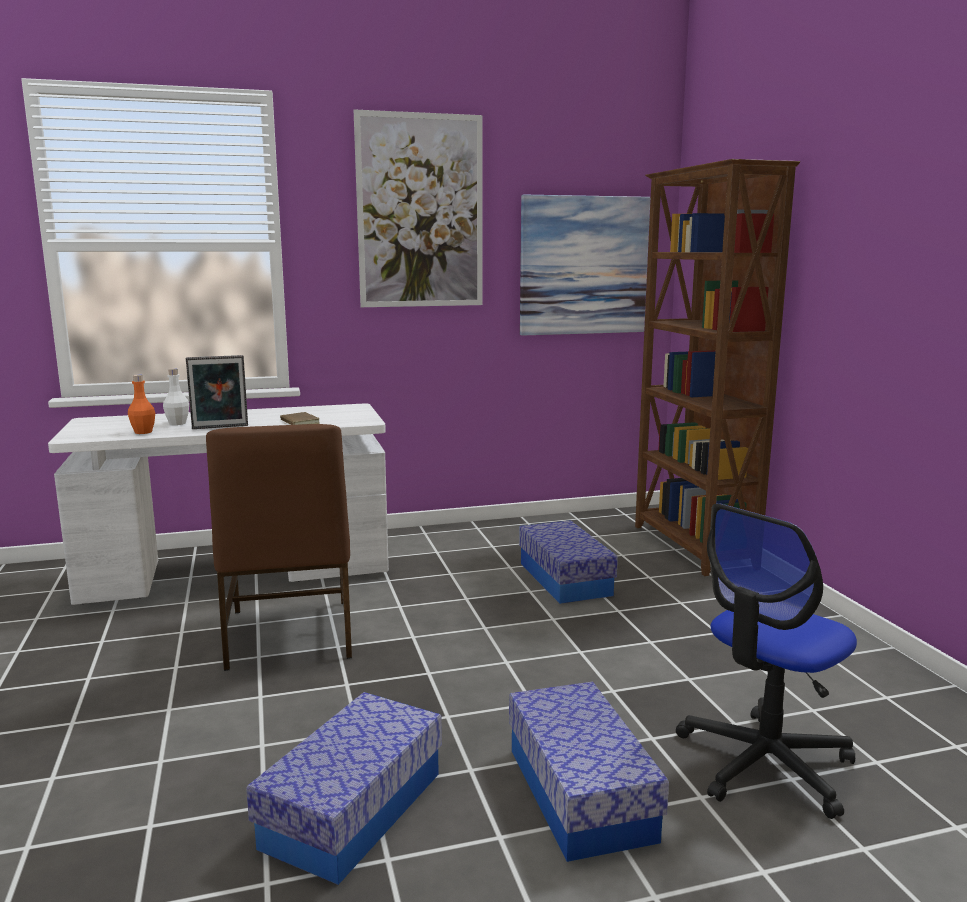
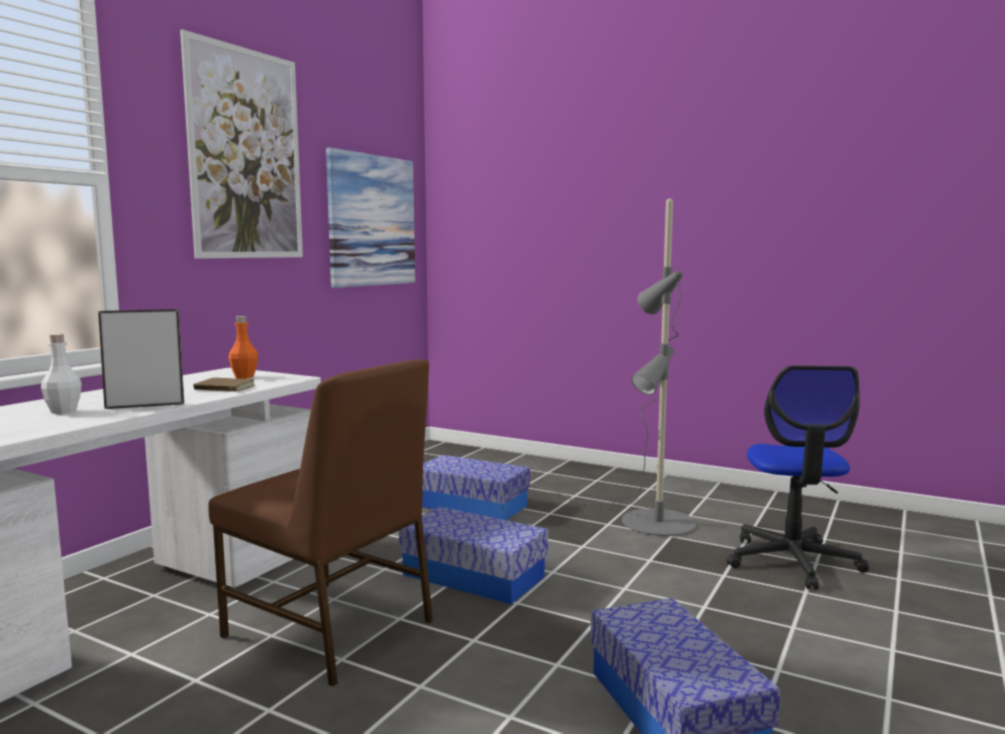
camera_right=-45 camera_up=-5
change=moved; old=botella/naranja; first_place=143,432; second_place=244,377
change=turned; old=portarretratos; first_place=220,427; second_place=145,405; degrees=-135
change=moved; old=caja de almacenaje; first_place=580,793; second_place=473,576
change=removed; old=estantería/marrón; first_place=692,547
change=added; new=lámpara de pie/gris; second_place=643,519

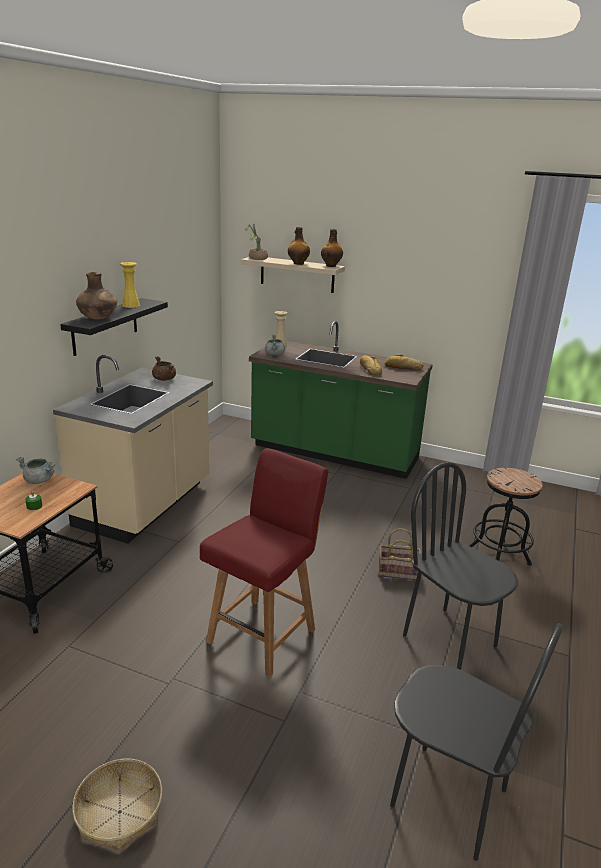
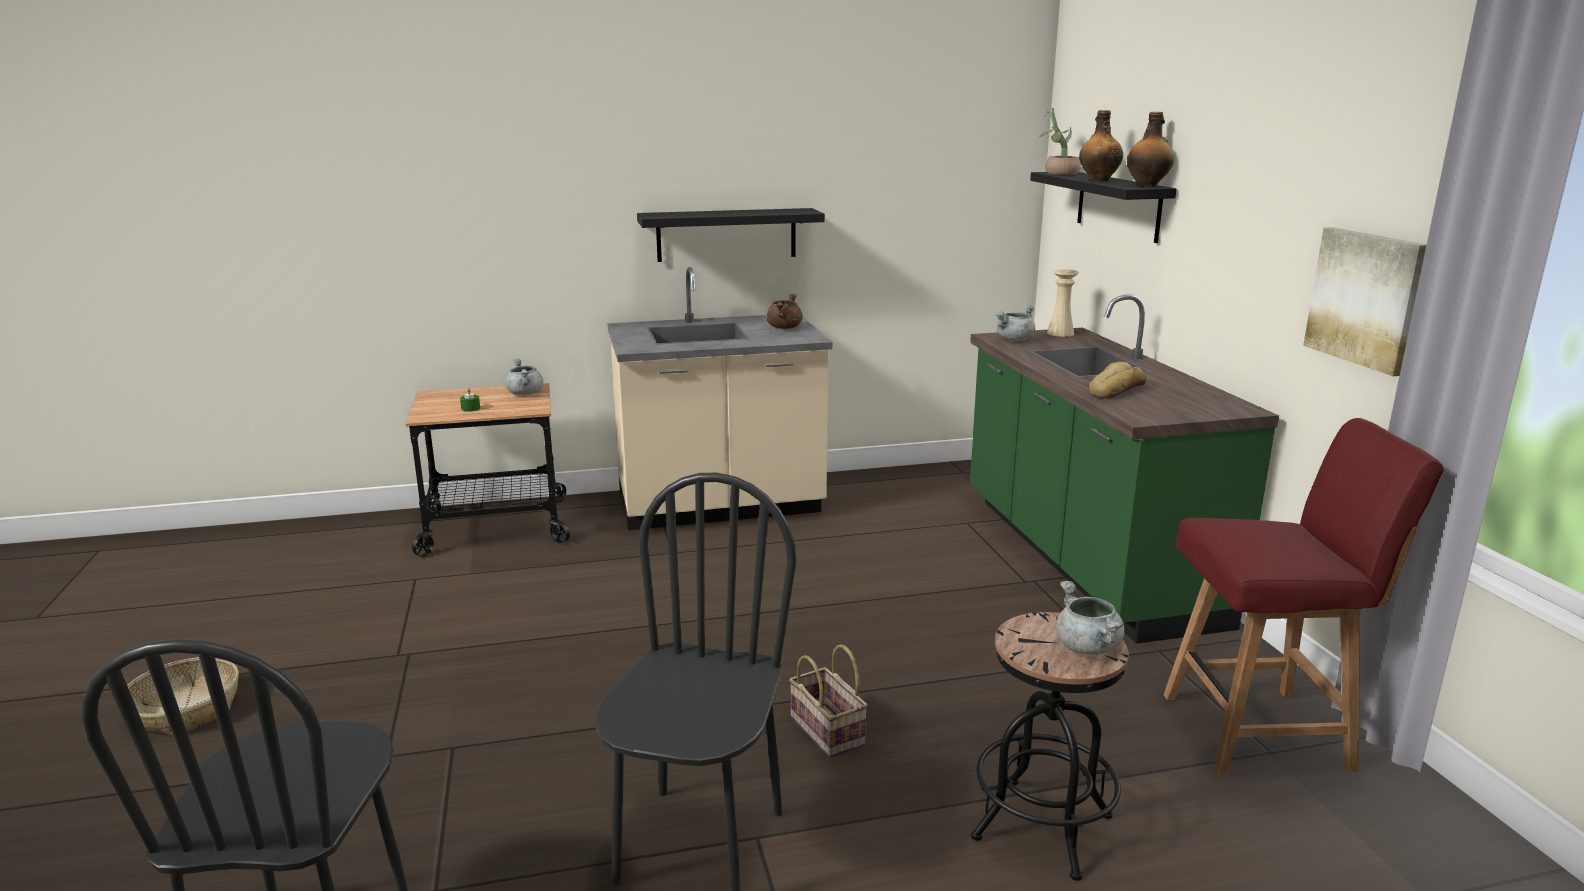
camera_right=55 camera_up=-5
change=removed; old=florero/marrón; first_place=98,318
change=removed; old=florero/amarillo; first_place=131,305
change=moved; old=silla/rojo; first_place=263,634; second_place=1260,731
change=recoloured; old=estante/beis; new=estante/negro; first_place=297,274; second_place=1118,205
change=removed; old=pan; first_place=403,367
change=added; new=olla/gris; second_place=1088,648
change=added; new=cuadro; second_place=1366,298

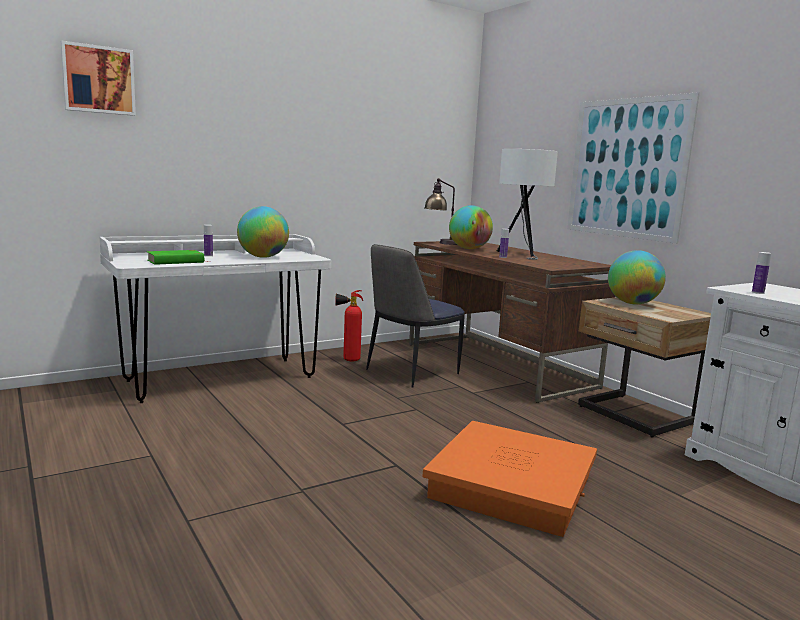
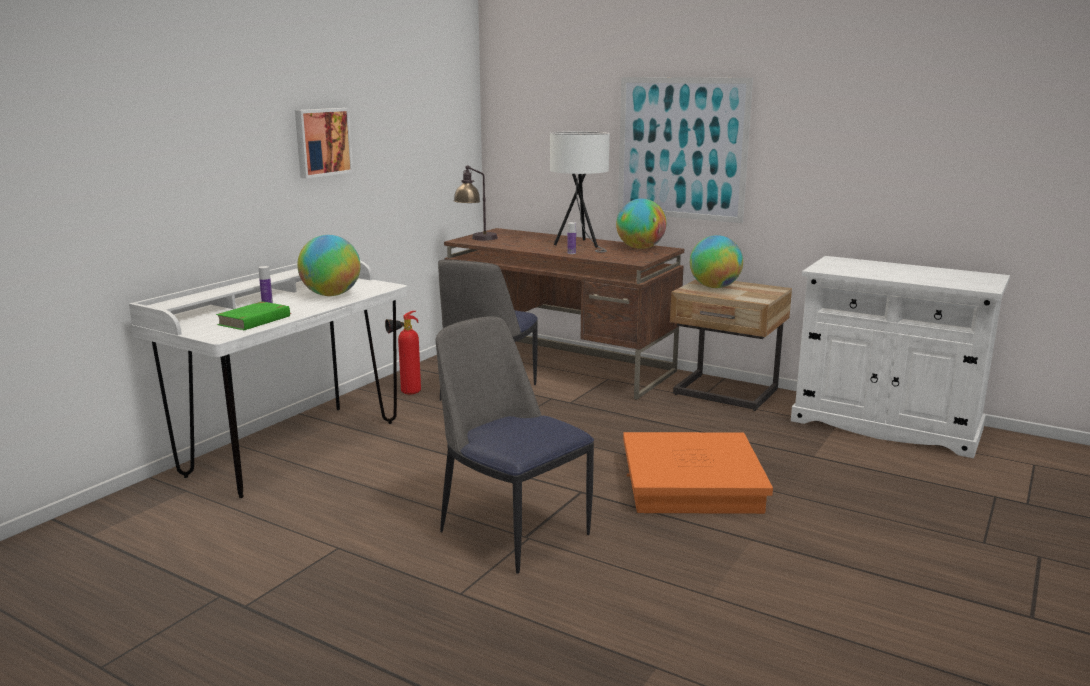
camera_right=-25 camera_up=5
change=moved; old=cuadro; first_place=98,80; second_place=322,142
change=moved; old=globo terráqueo; first_place=469,249; second_place=640,248
change=removed; old=botella; first_place=758,292
change=added; new=silla; second_place=512,530

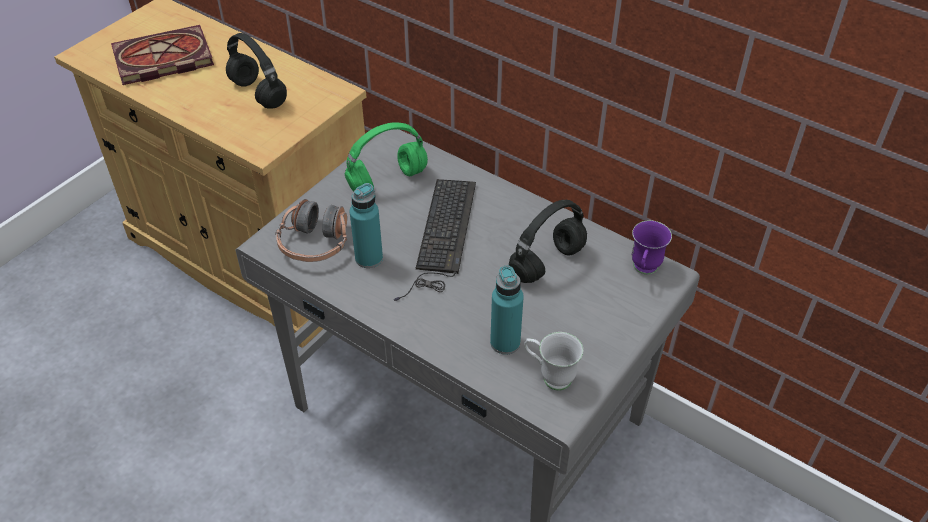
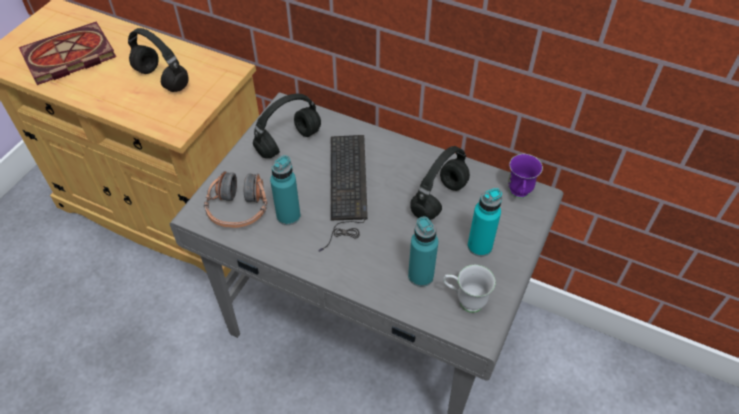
camera_right=-10 camera_up=5
change=recoloured; old=auriculares/verde; new=auriculares/negro; first_place=388,179; second_place=289,142
change=added; new=botella/turquesa; second_place=479,246

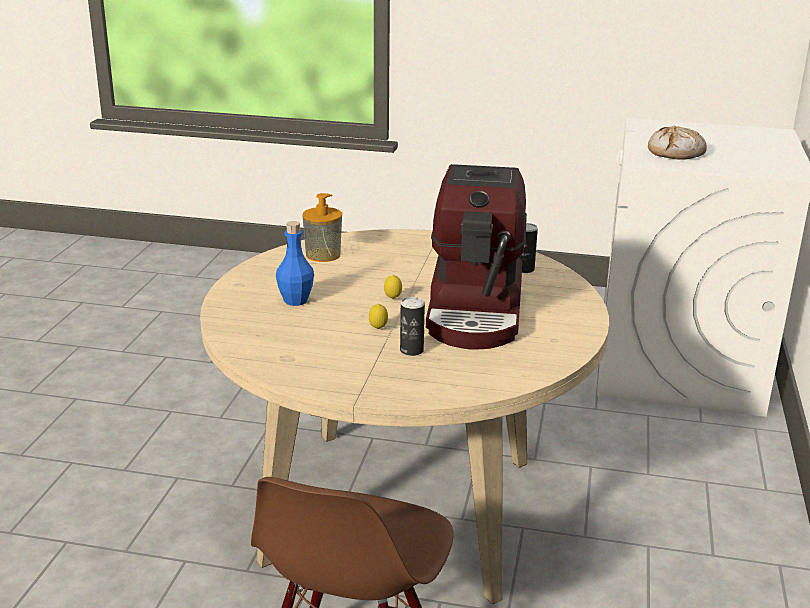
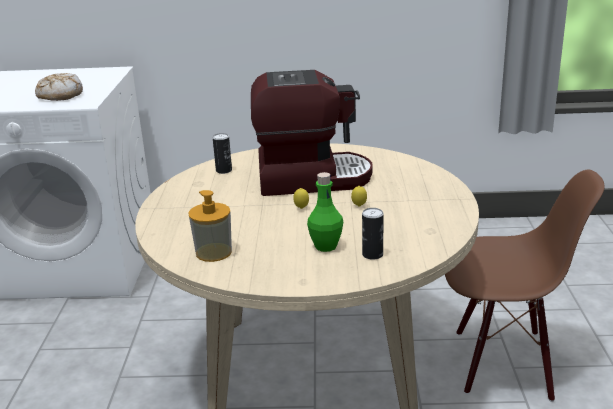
camera_right=-100 camera_up=0
change=recoloured; old=botella/azul; new=botella/verde; first_place=295,300; second_place=326,246
change=moved; old=lata; first_place=411,350; second_place=372,254

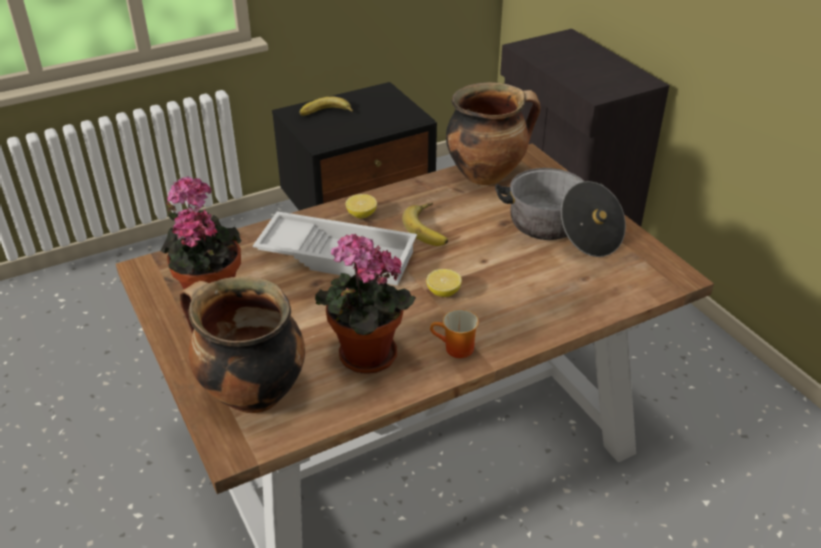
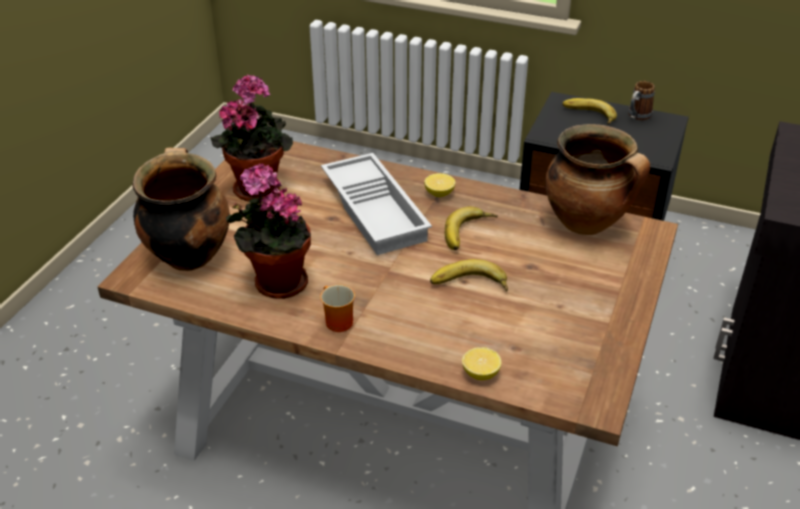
camera_right=50 camera_up=0
change=moved; old=limón; first_place=443,292; second_place=480,374
change=removed; old=olla; first_place=561,229
change=added; new=plátano; second_place=469,285
change=added; new=taza grande; second_place=637,117

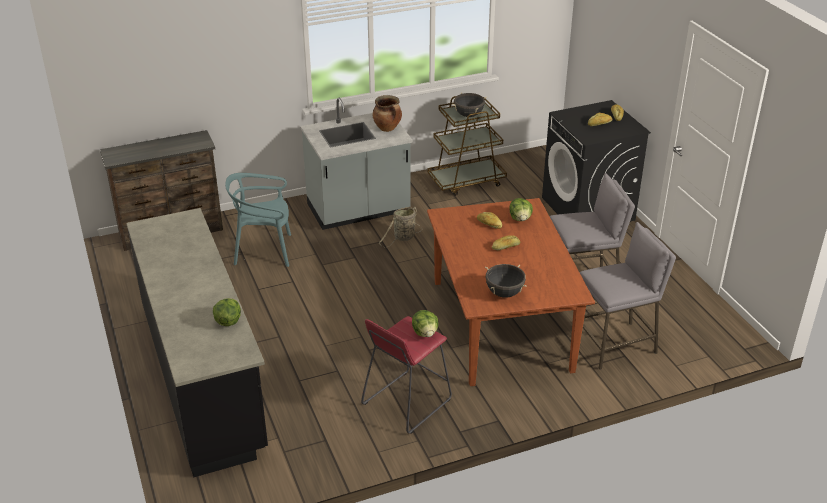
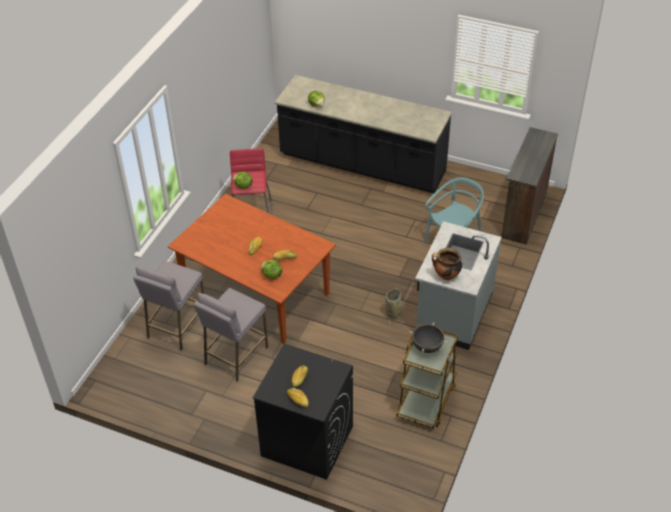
camera_right=135 camera_up=10
change=removed; old=olla/negro; first_place=504,293

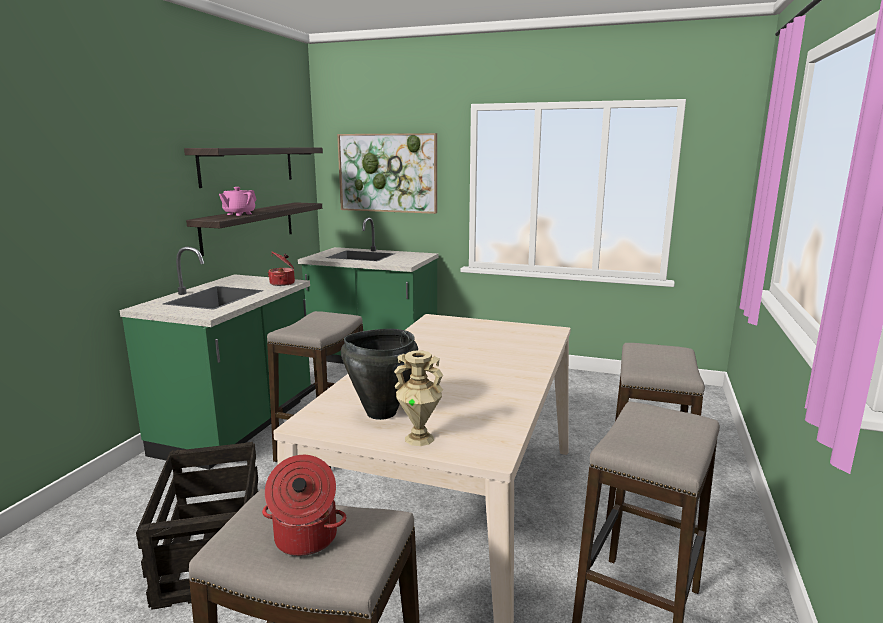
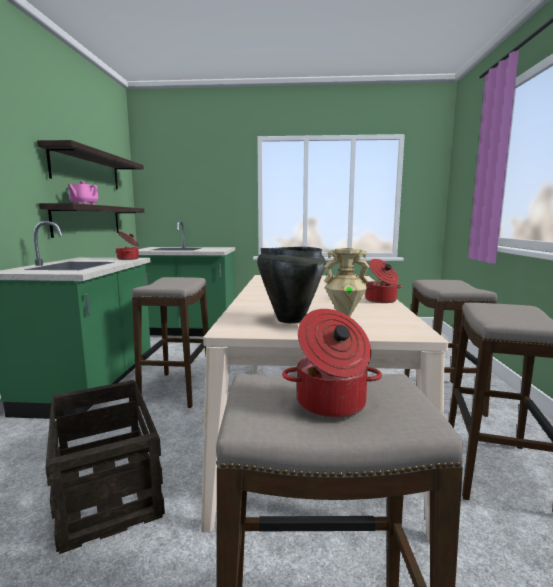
camera_right=-15 camera_up=-5
change=removed; old=cuadro; first_place=388,173
change=added; new=olla; second_place=381,300

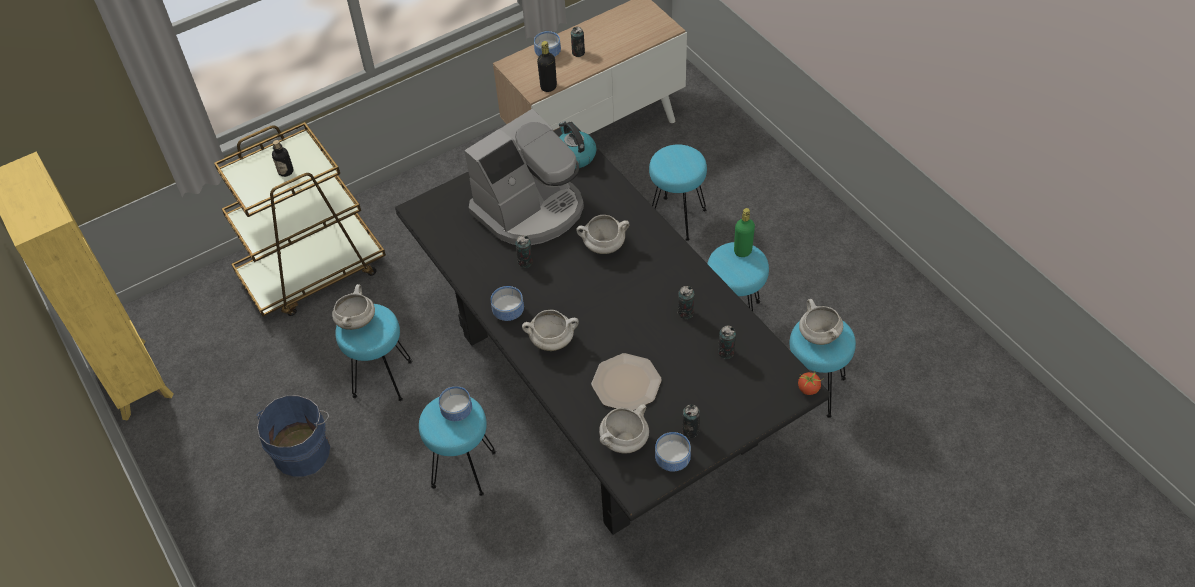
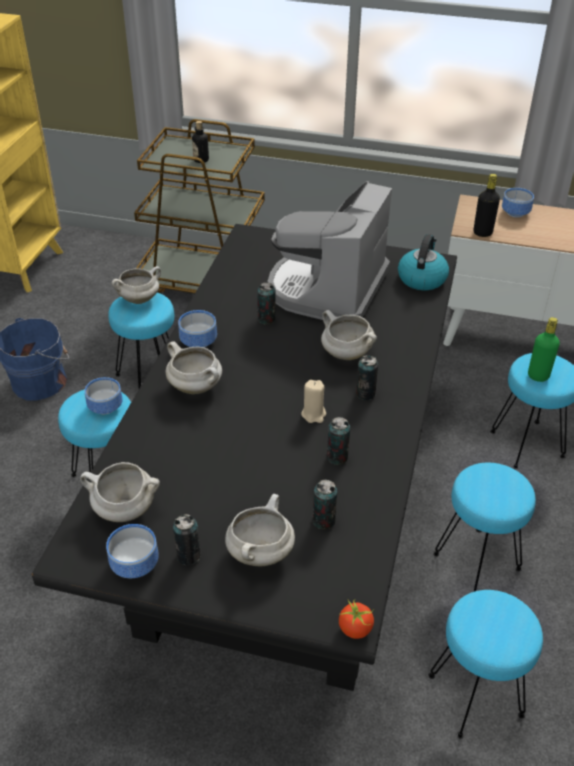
camera_right=45 camera_up=-10
change=turned; old=cafetera; first_place=530,210; second_place=327,289; degrees=105
change=moved; old=lata; first_place=578,53; second_place=365,394
change=removed; old=plato; first_place=626,382
change=moved; old=botella/verde; first_place=742,251; second_place=538,376
change=moved; old=olla/blanco; first_place=818,335; second_place=260,552
change=added; new=vela/beis; second_place=313,414

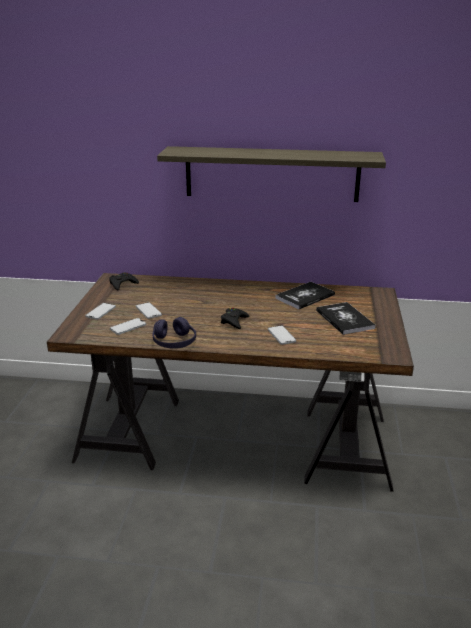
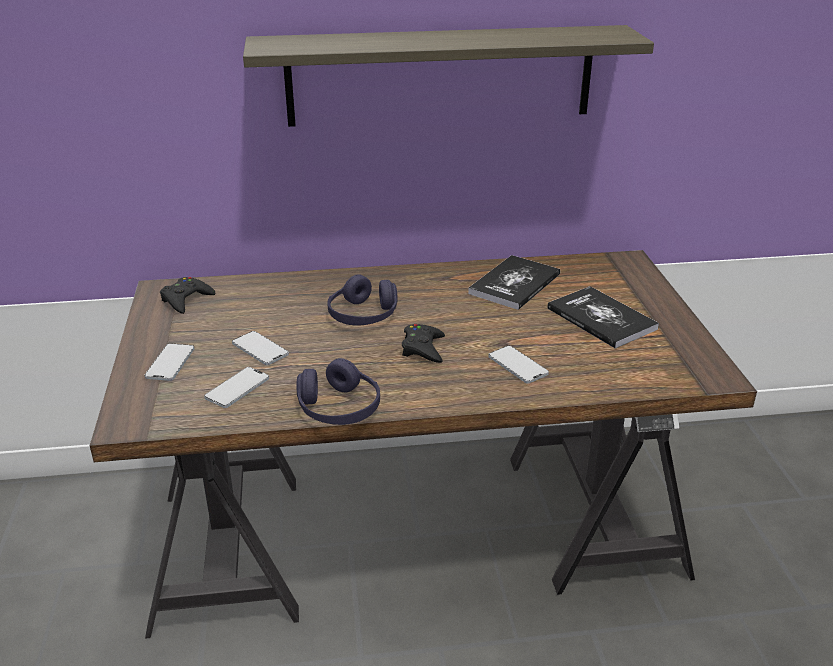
camera_right=-15 camera_up=5
change=added; new=auriculares/morado; second_place=363,315

